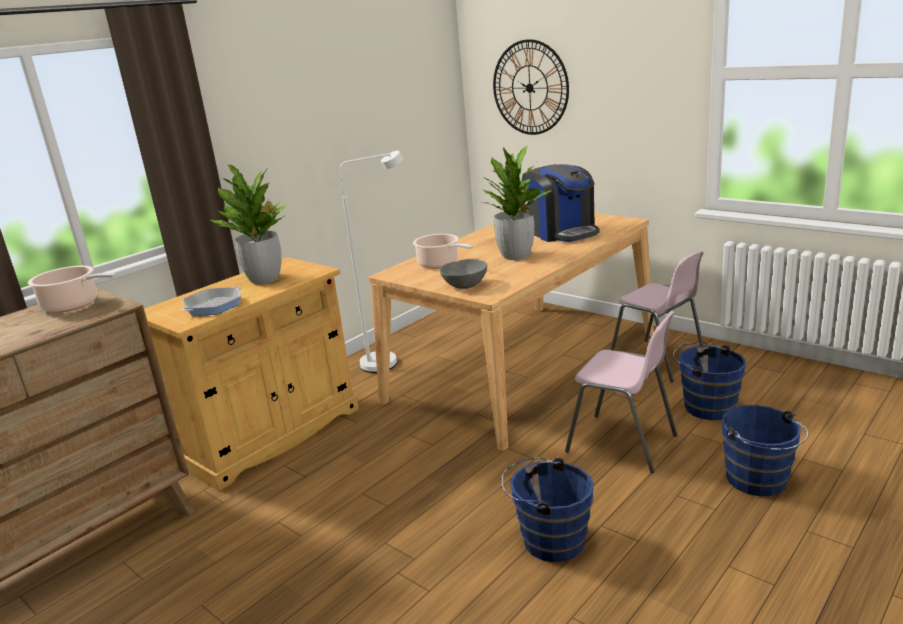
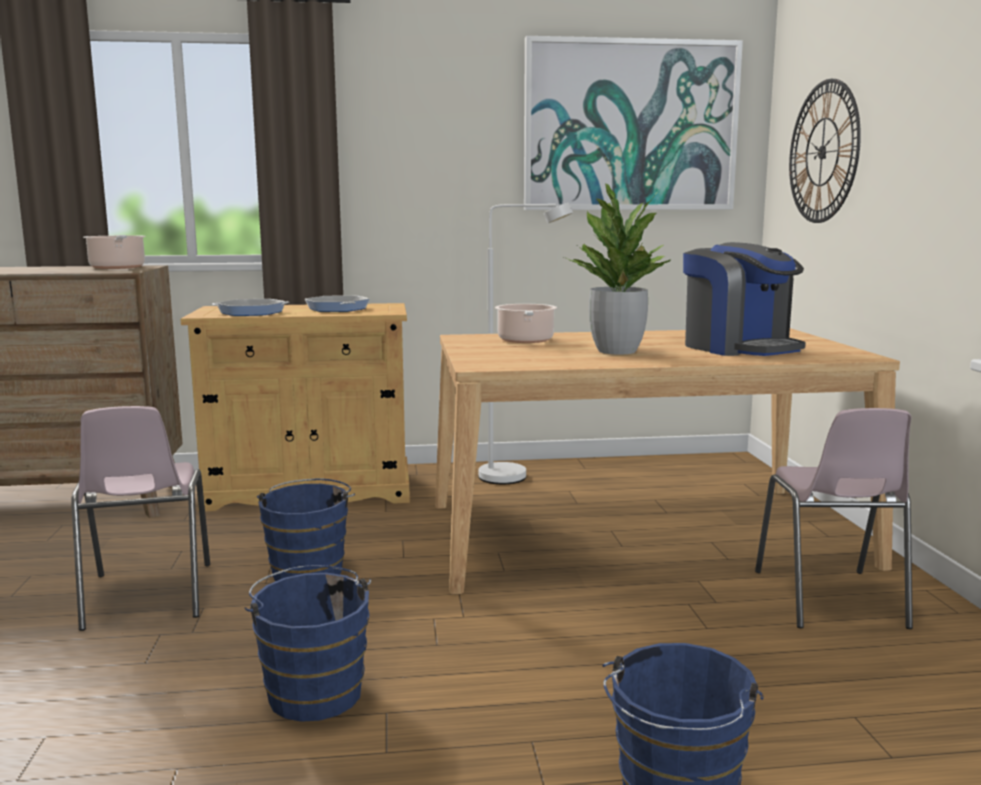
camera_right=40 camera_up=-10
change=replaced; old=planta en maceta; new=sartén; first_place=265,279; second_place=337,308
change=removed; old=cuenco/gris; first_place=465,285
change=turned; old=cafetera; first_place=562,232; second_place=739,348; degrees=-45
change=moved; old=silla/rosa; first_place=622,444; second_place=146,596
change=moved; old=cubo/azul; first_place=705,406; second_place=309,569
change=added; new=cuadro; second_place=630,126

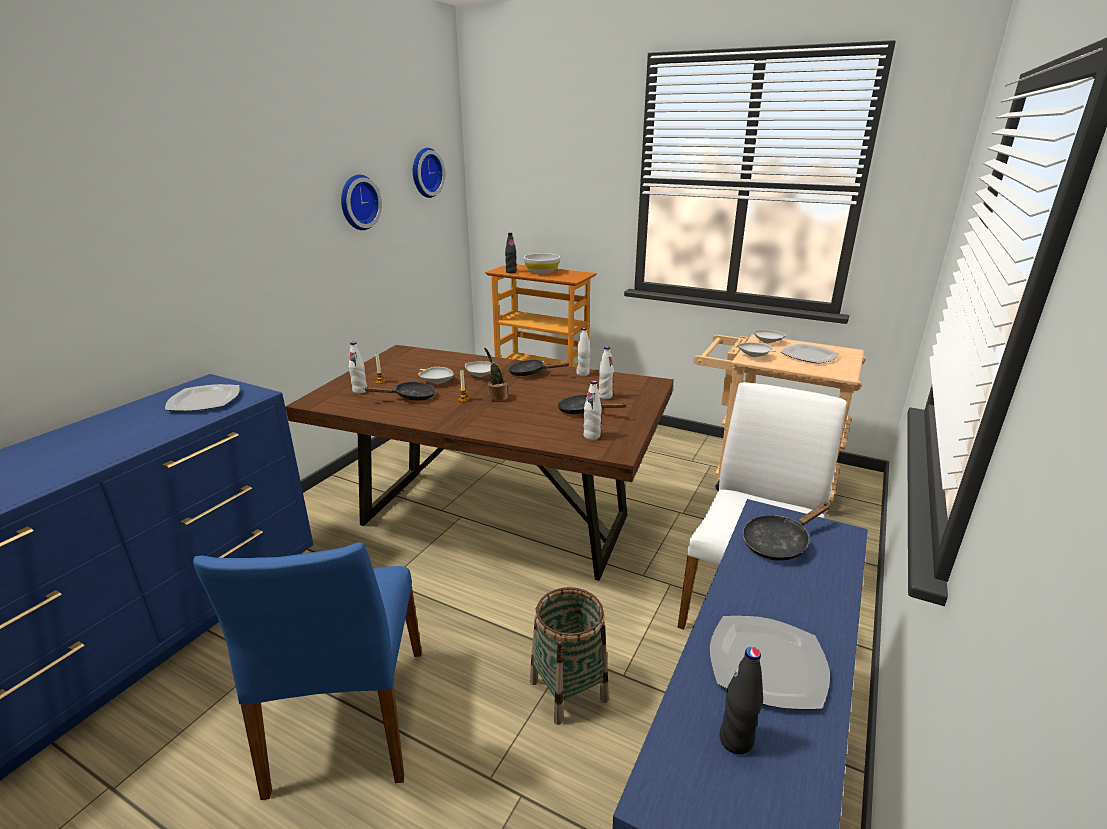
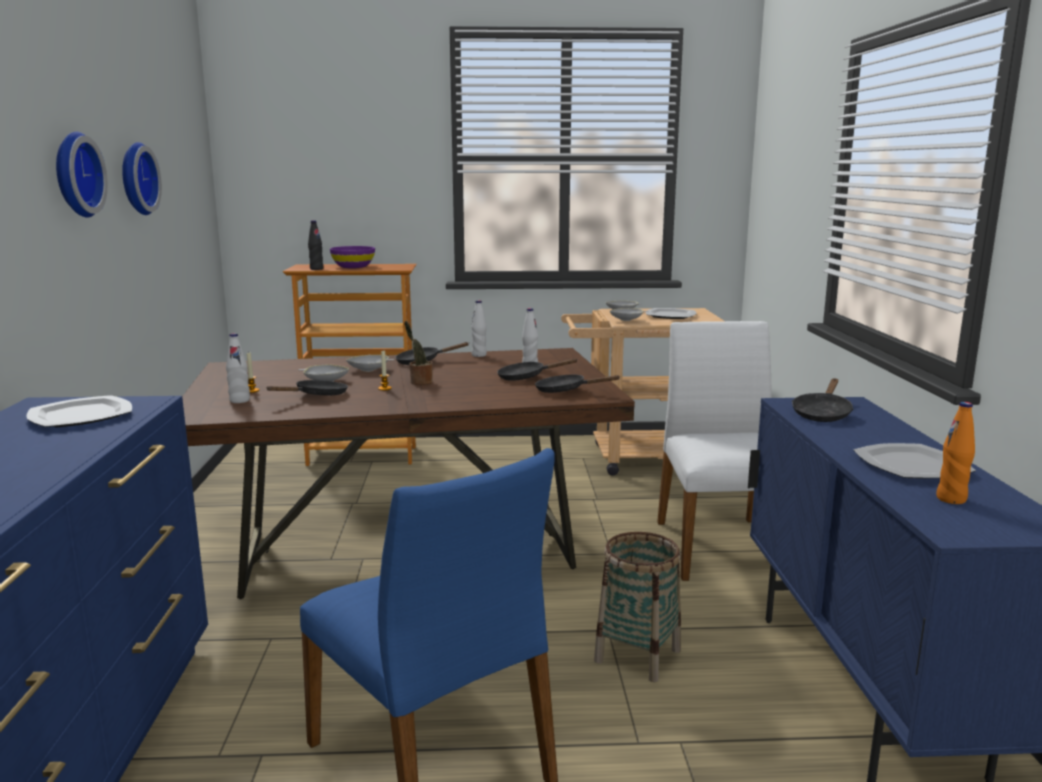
camera_right=-30 camera_up=-10
change=moved; old=reloj de pared; first_place=425,172; second_place=74,175
change=recoloured; old=cuenco/blanco; new=cuenco/morado; first_place=542,272; second_place=353,267
change=replaced; old=botella/blanco; new=sartén/negro; first_place=591,436; second_place=565,391
change=recoloured; old=botella/negro; new=botella/naranja; first_place=736,740; second_place=951,499

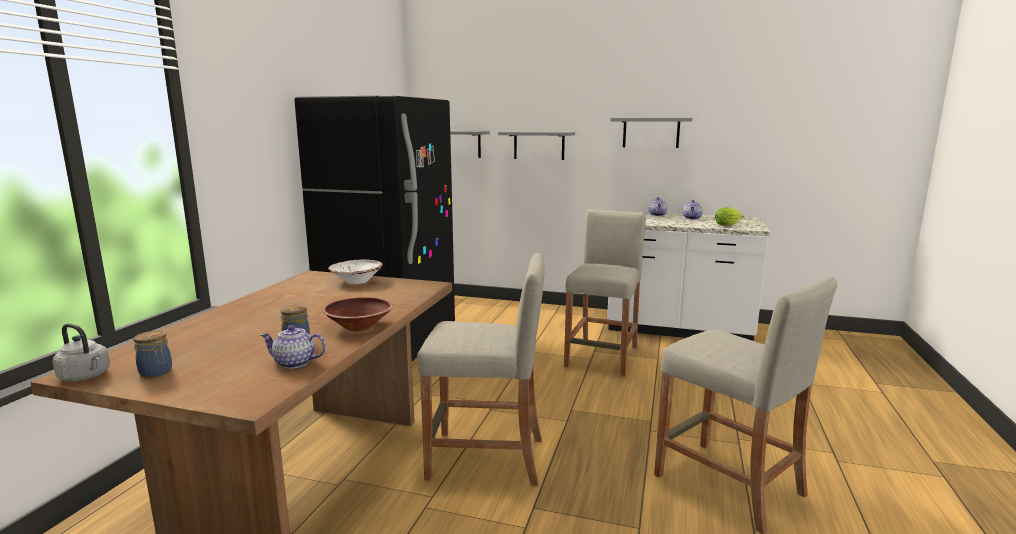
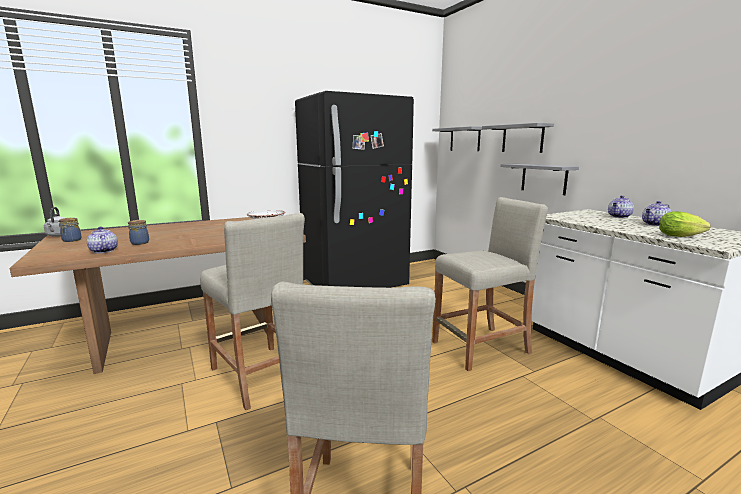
camera_right=45 camera_up=0
change=removed; old=cuenco/marrón; first_place=358,326
change=moved; old=estante/gris; first_place=651,132; second_place=544,178

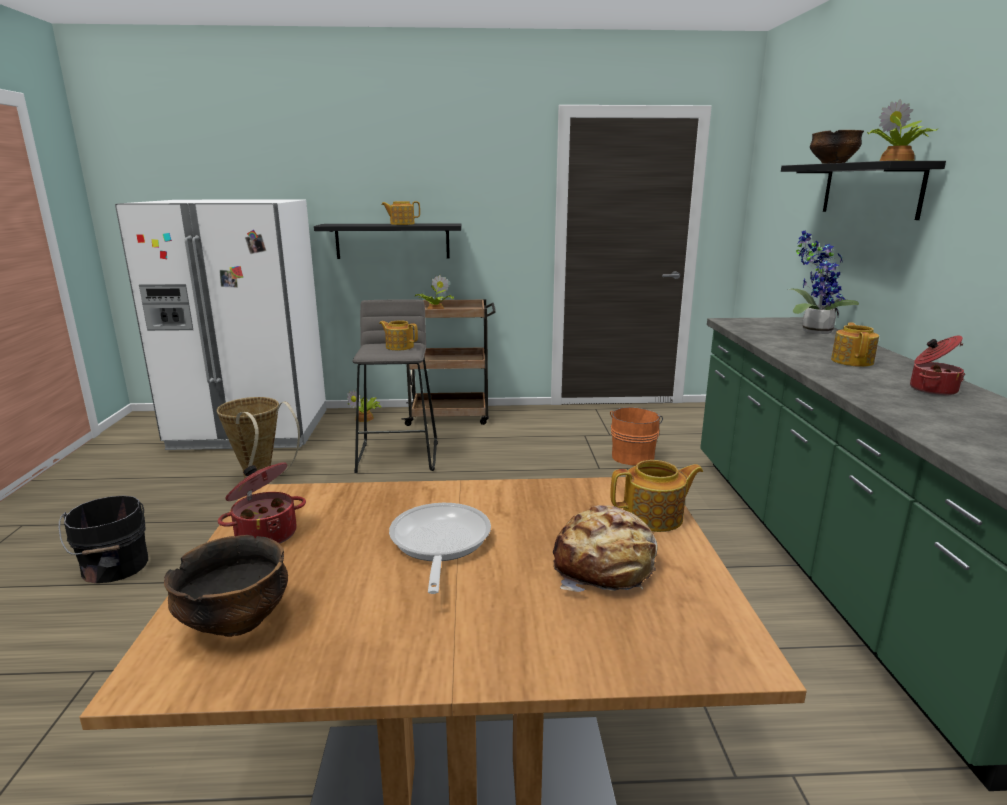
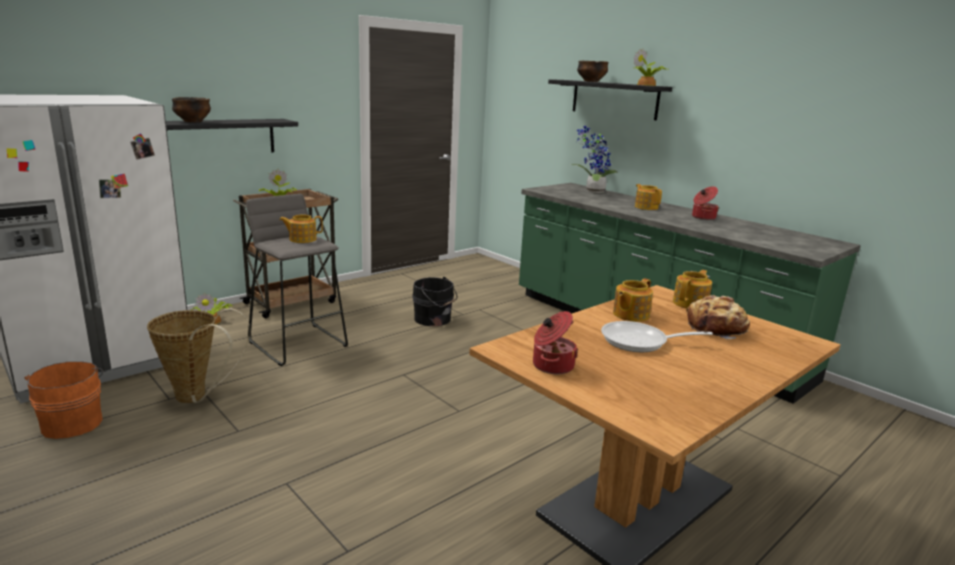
camera_right=-40 camera_up=0
change=moved; old=cubo/negro; first_place=114,567; second_place=434,320
change=moved; old=cuenco; first_place=236,622; second_place=193,121
change=moved; old=tetera; first_place=401,224; second_place=630,314
change=turned; old=sartén; first_place=439,544; second_place=640,342; degrees=-45
change=moved; old=cubo/naranja; first_place=633,456; second_place=73,422

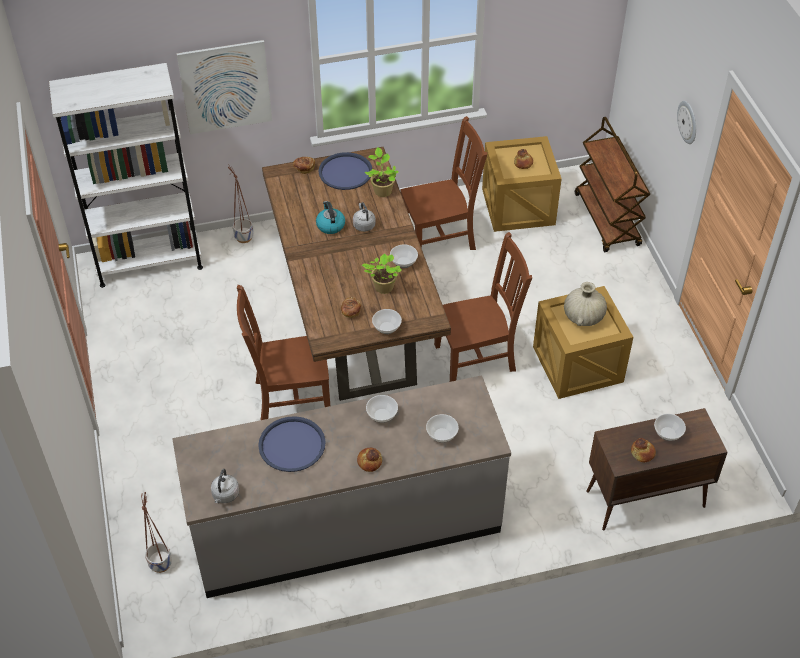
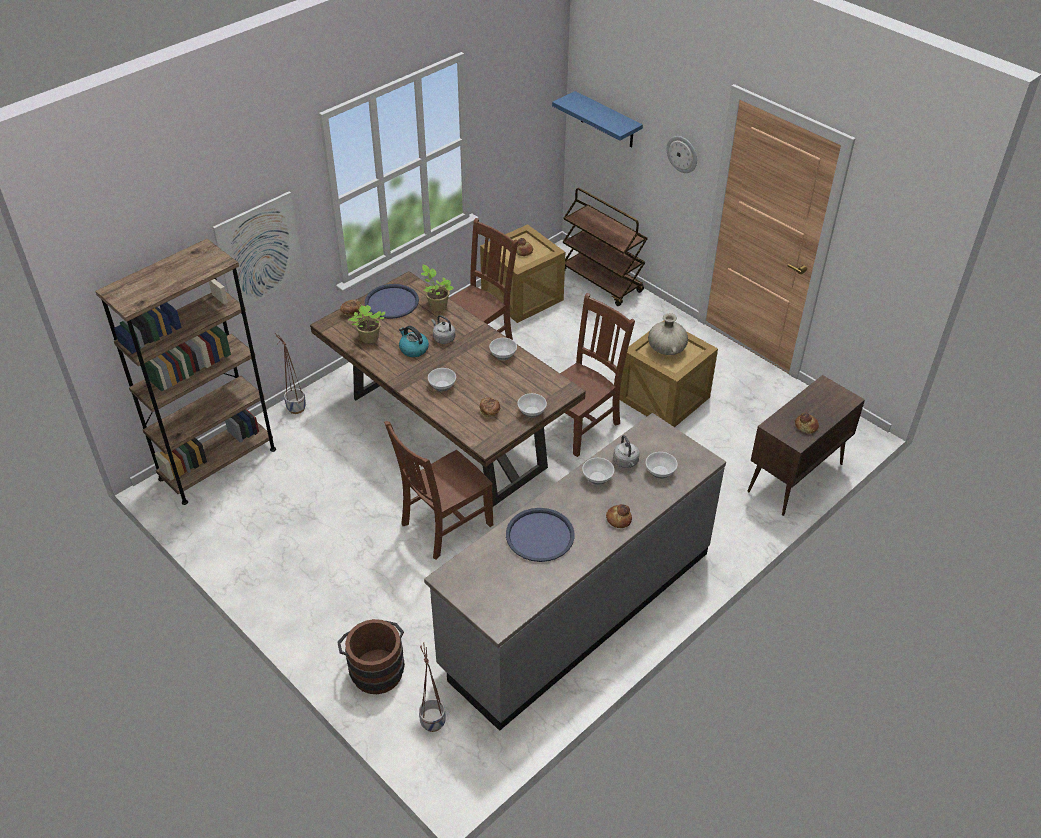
camera_right=-30 camera_up=-5
change=recoloured; old=estantería/blanco; new=estantería/marrón; first_place=149,262; second_place=218,464
change=moved; old=hervidor/gris; first_place=225,495; second_place=626,462
change=moved; old=planta en maceta; first_place=383,288; second_place=369,339
change=moved; old=cuenco; first_place=668,433; second_place=442,385
change=added; new=cubo/marrón; second_place=375,668
change=added; new=estante/azul; second_place=607,120

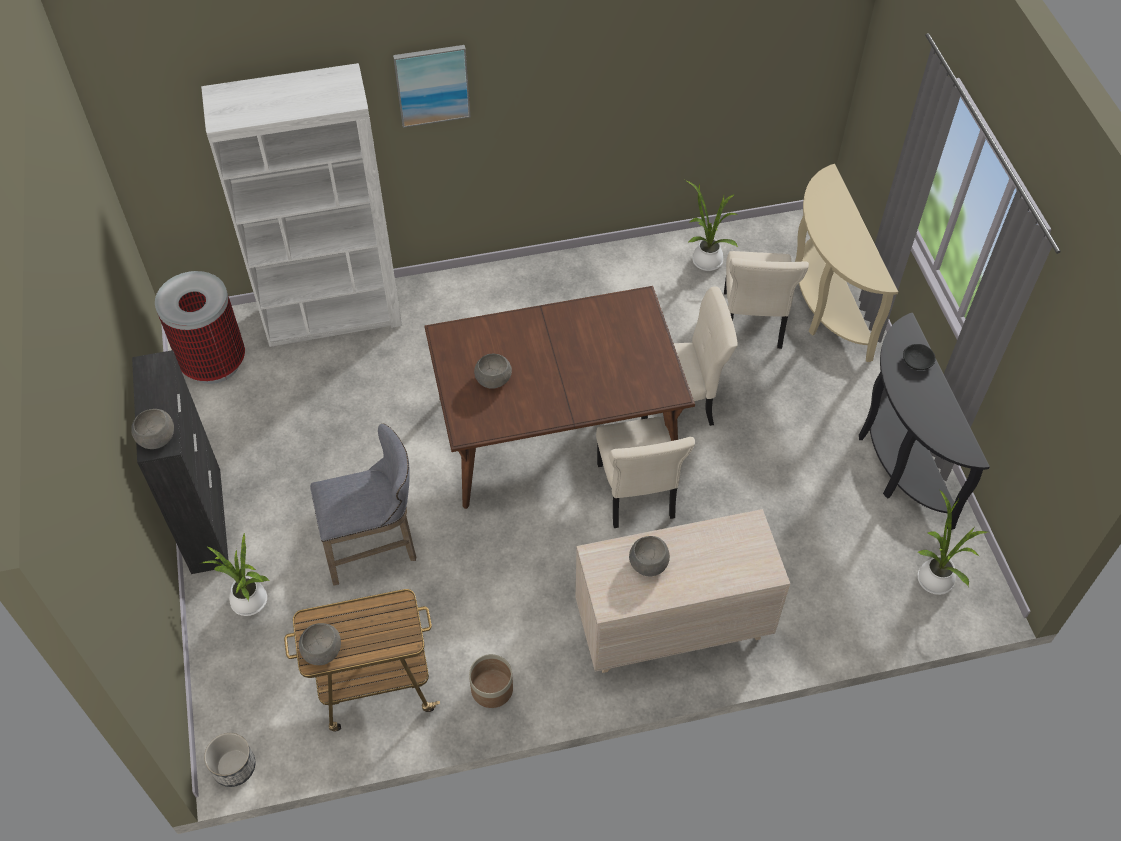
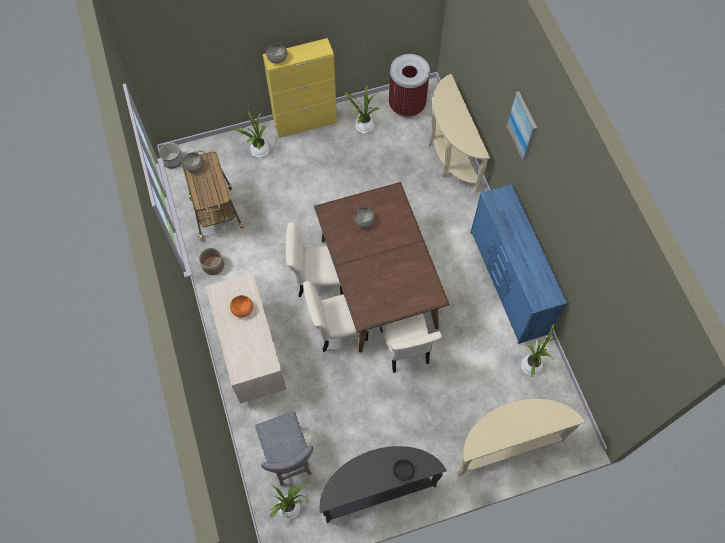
camera_right=85 camera_up=10
change=recoloured; old=armario/negro; new=armario/amarillo; first_place=206,519; second_place=306,122
change=replaced; old=estantería/blanco; new=mesa consola/beis; first_place=333,315; second_place=449,156
change=moved; old=taburete/gris; first_place=375,547; second_place=288,459
change=recoloured; old=cuenco/gris; new=cuenco/naranja; first_place=648,563; second_place=242,309
change=moved; old=silla/beis; first_place=752,323; second_place=318,280
change=added; new=planta en maceta; second_place=362,126
change=added; new=cómoda/azul; second_place=507,282

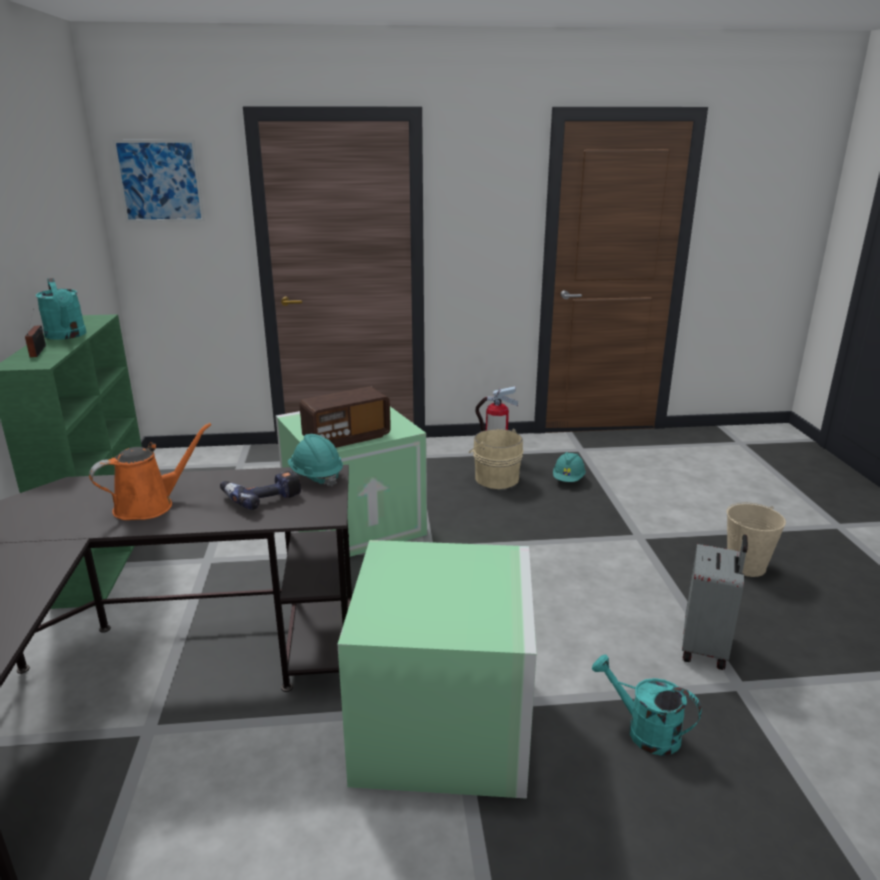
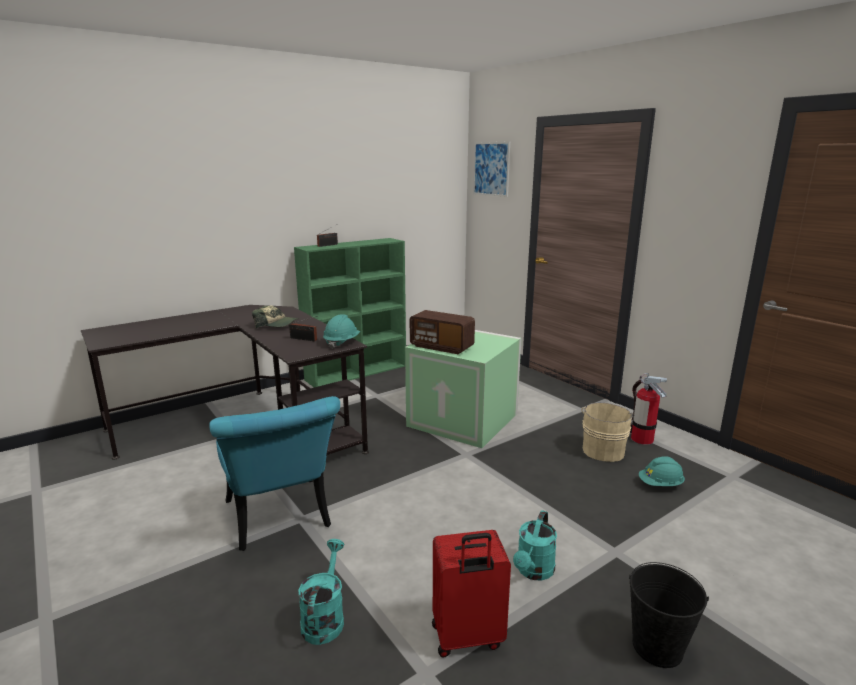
camera_right=60 camera_up=-5
change=moved; old=regadera/turquesa; first_place=67,336; second_place=533,572
change=replaced; old=regadera/naranja; new=gorra; first_place=150,505; second_place=276,324
change=replaced; old=taladro; new=radio; first_place=262,497; second_place=304,339
change=replaced; old=caja de almacenaje/verde; new=silla/turquesa; first_place=445,726; second_place=281,520
change=recoloured; old=maleta/gris; new=maleta/rojo; first_place=706,648; second_place=467,638
change=recoloured; old=cubo/beis; new=cubo/negro; first_place=746,566; second_place=657,647

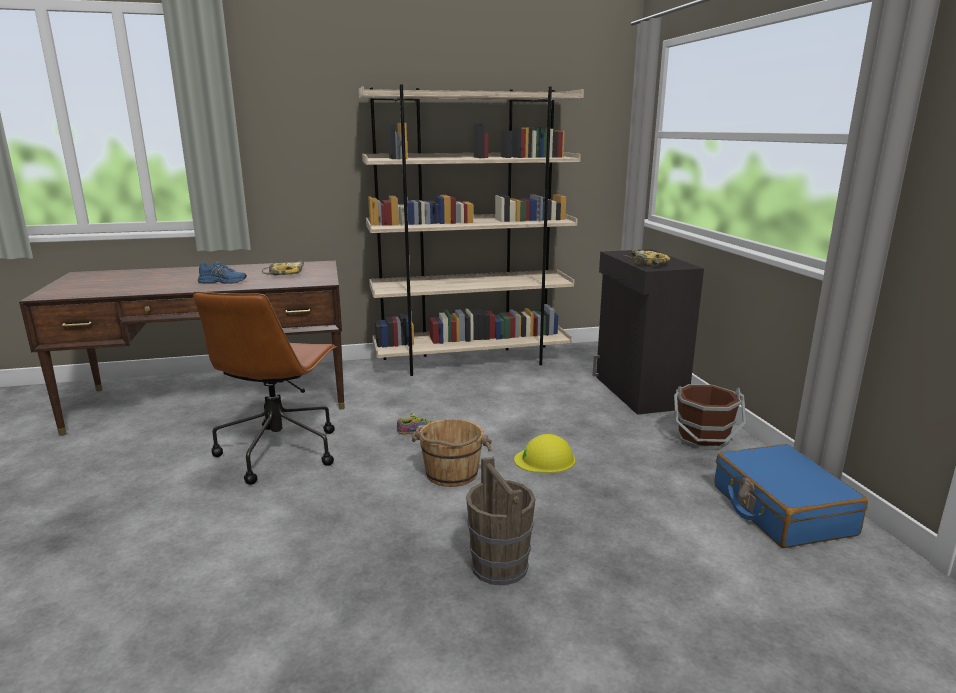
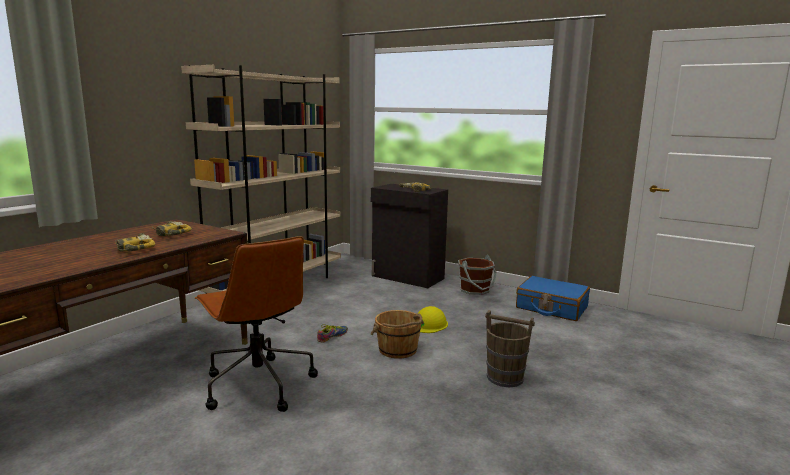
camera_right=-45 camera_up=-5
change=replaced; old=zapato/azul; new=taladro; first_place=223,282; second_place=133,248

